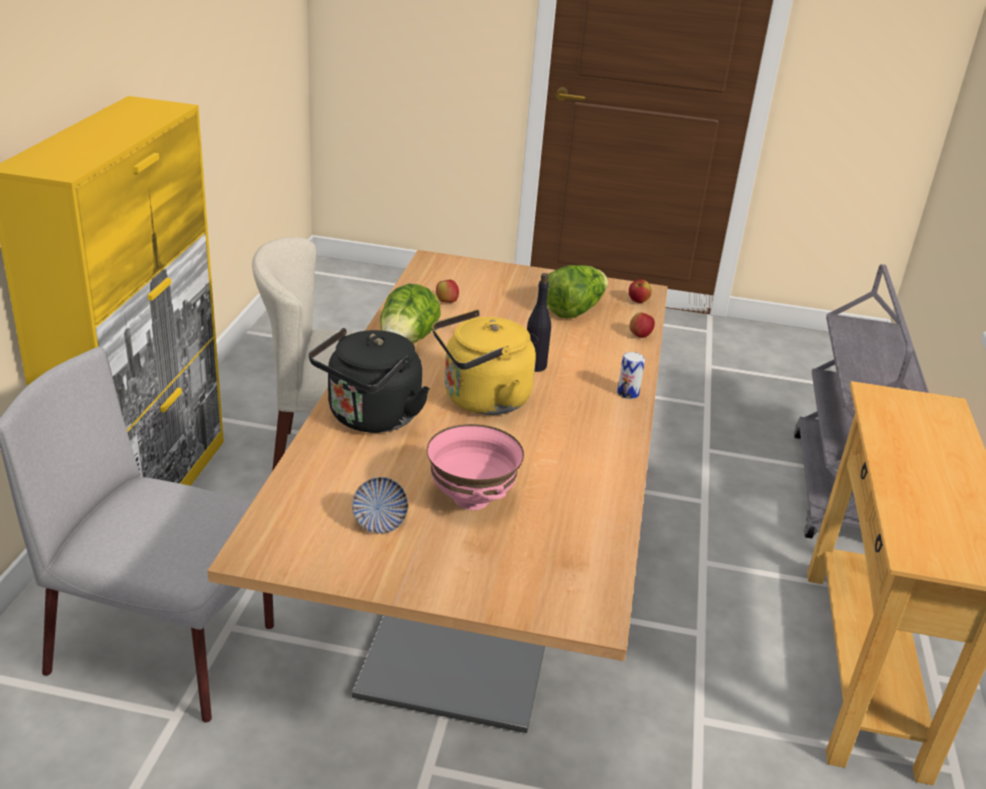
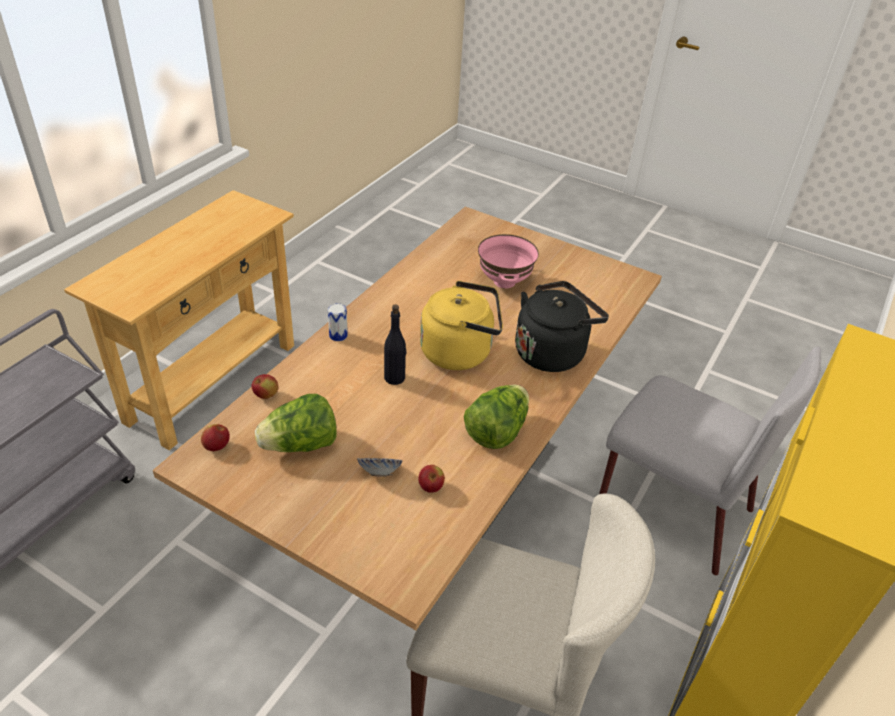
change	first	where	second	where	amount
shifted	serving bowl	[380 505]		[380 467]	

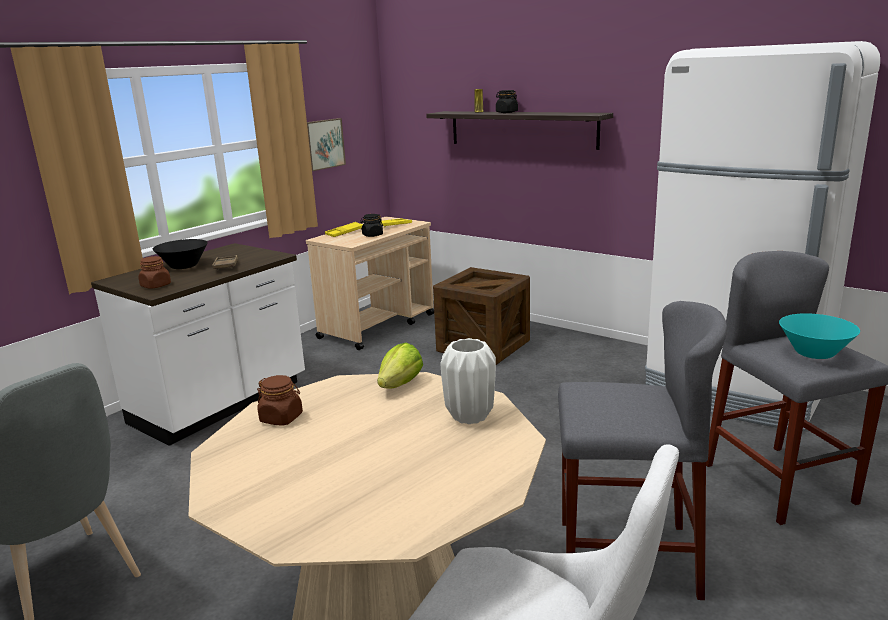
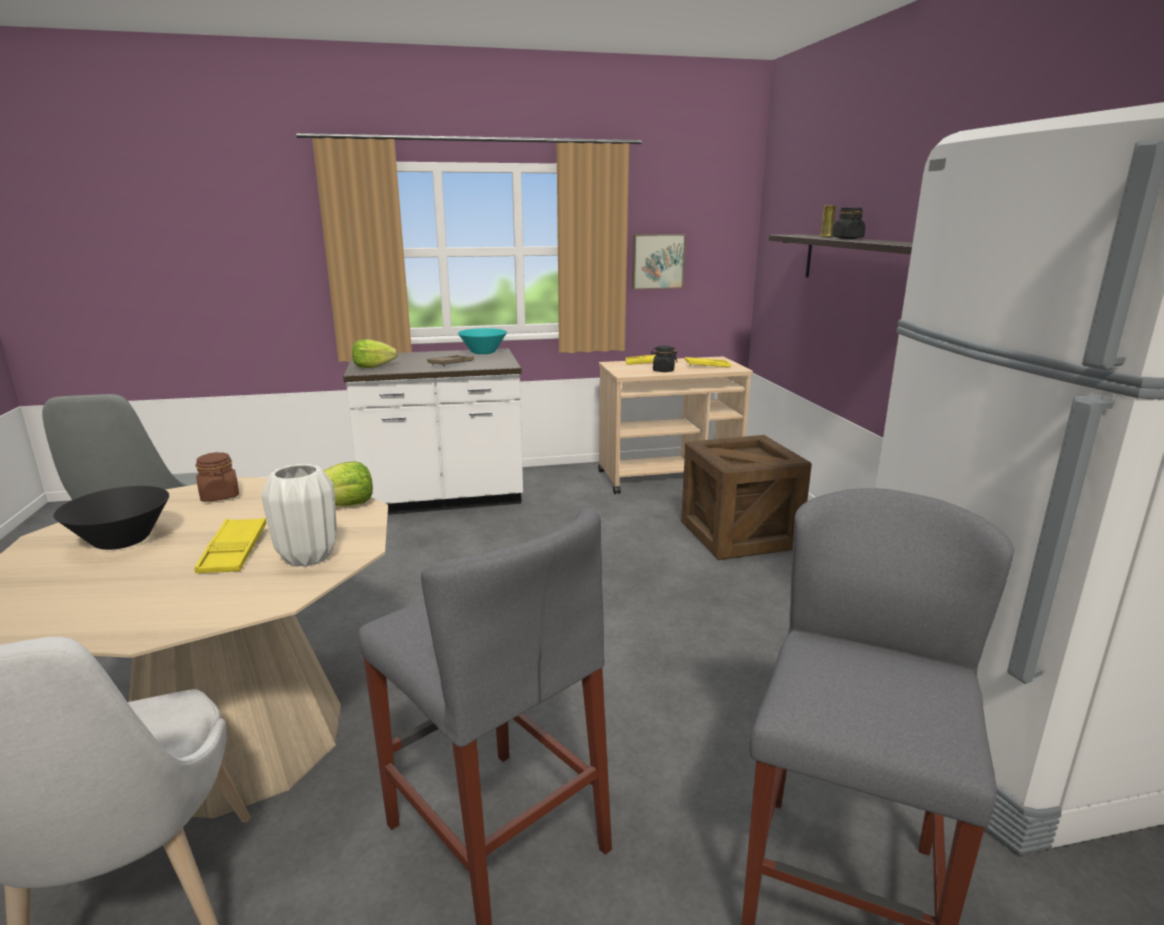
change	first	where	second	where	amount
shifted	black-coloured serving bowl	[180 254]		[111 518]	
new			yellow serving tray	[230 545]	
swapped	brown preserve jar	[154 272]	lettuce	[375 353]	
shifted	blue-green serving bowl	[819 336]		[482 341]	

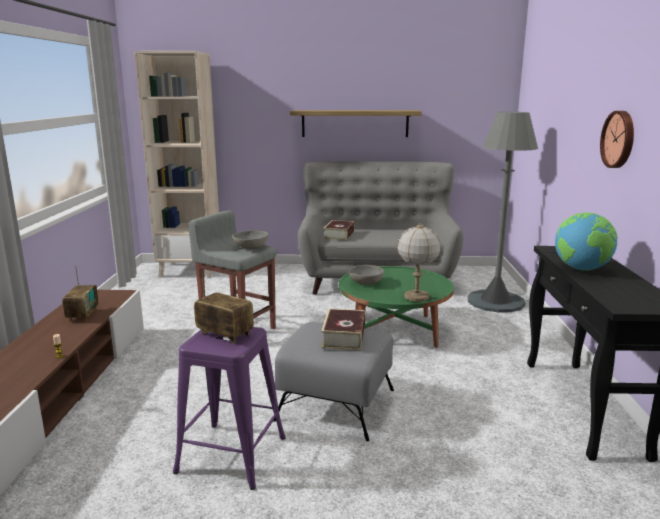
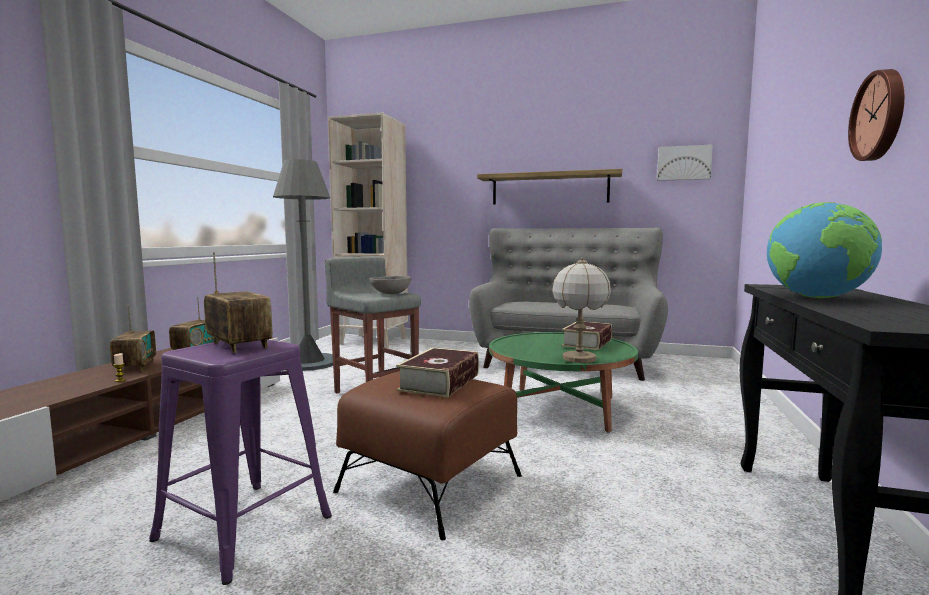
change	first	where	second	where	amount
new			radio set	[133 338]	
shifted	greyish standard lamp	[502 212]		[303 265]	
repainted	greyish footrest	[334 381]	brown footrest	[427 455]	
shifted	bound book	[338 230]		[586 335]	
new			picture	[685 162]	
gone	greyish serving bowl	[366 275]			

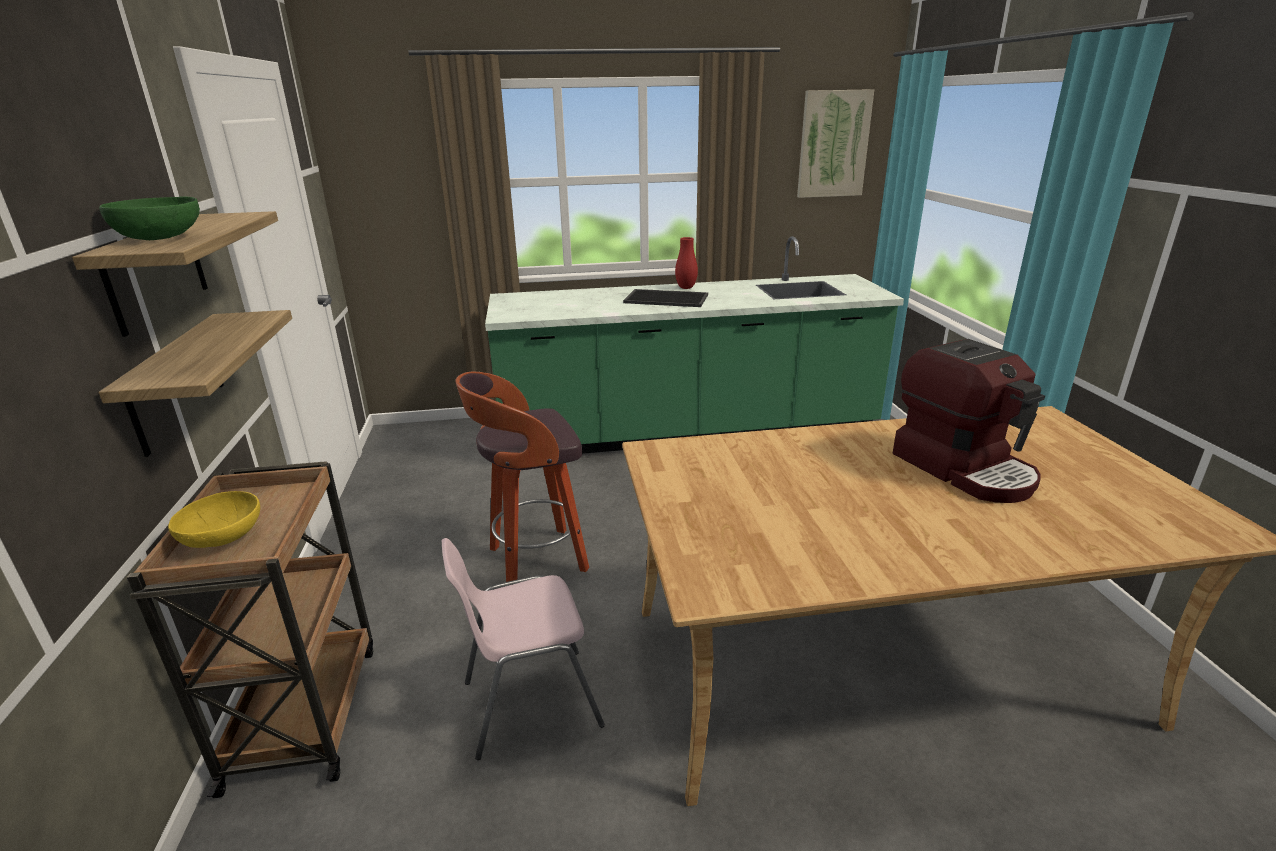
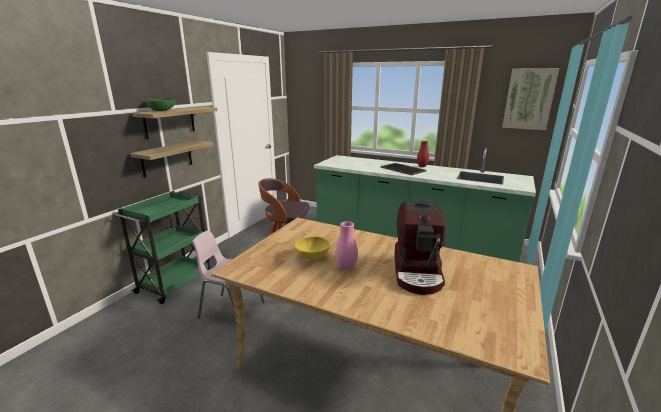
change	first	where	second	where	amount
repainted	brown wheeled cart	[250 629]	green-coloured wheeled cart	[162 247]	
shifted	yellow serving bowl	[214 519]		[312 248]	
new			pink-coloured vase	[346 245]	

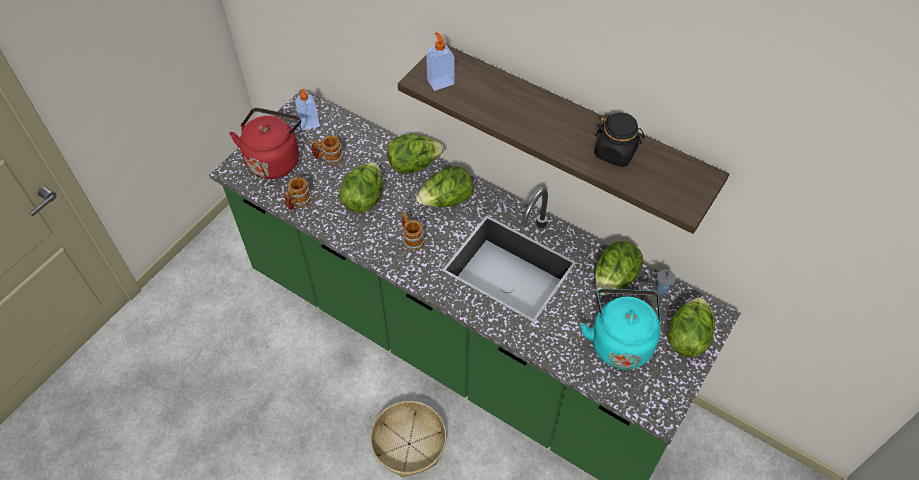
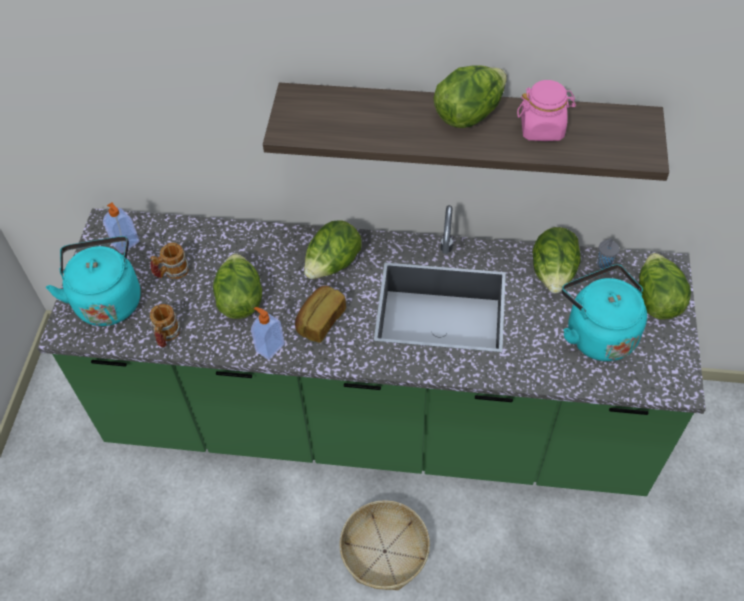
change	first	where	second	where	amount
repainted	red kettle	[265 143]	blue-green kettle	[93 281]	
shifted	soap bottle	[440 61]		[268 333]	
swapped	tea mug	[413 231]	baked bread	[320 314]	
shifted	lettuce	[415 154]		[470 96]	
repainted	black-coloured preserve jar	[619 140]	pink-coloured preserve jar	[546 110]	

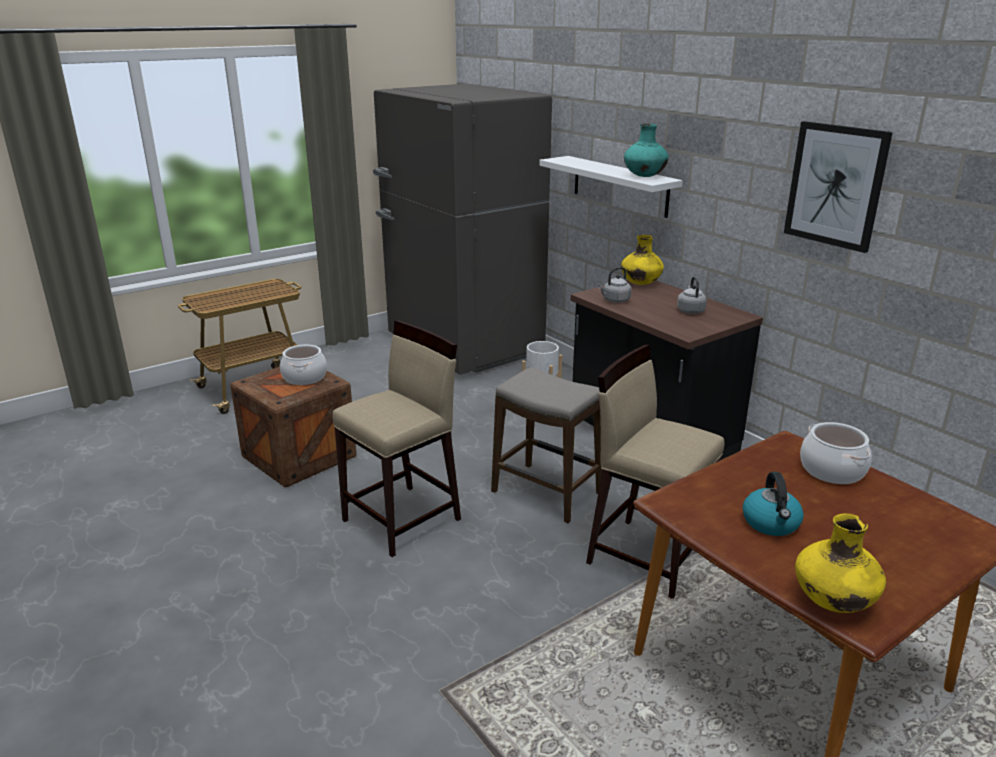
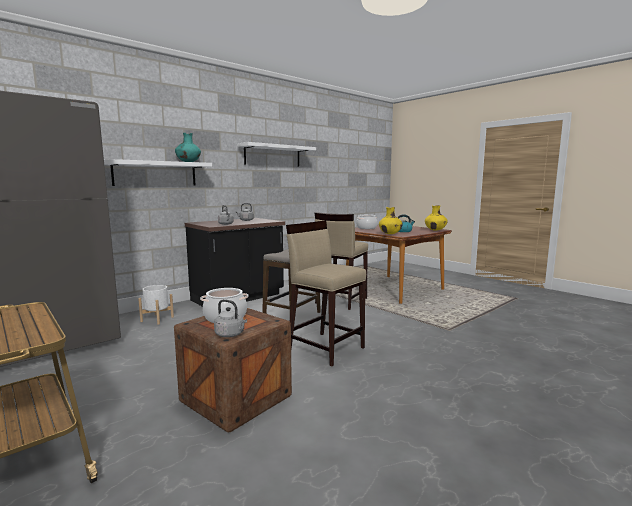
change	first	where	second	where	amount
new			greyish kettle	[230 318]	
swapped	picture	[838 187]	white-coloured bracket shelf	[276 154]	
shifted	yellow vase	[642 260]		[391 220]	

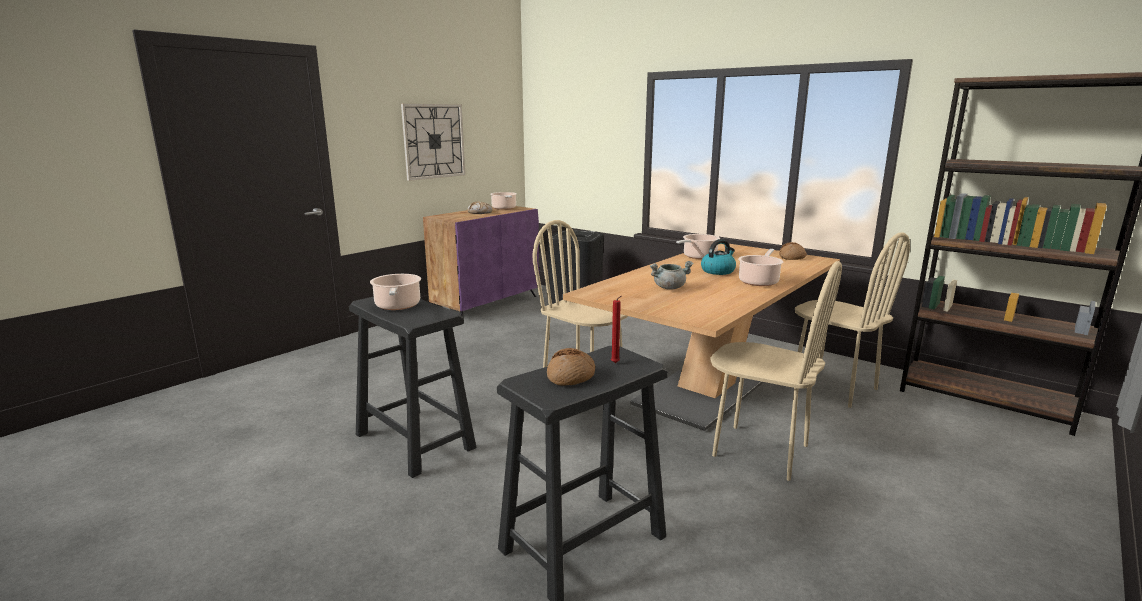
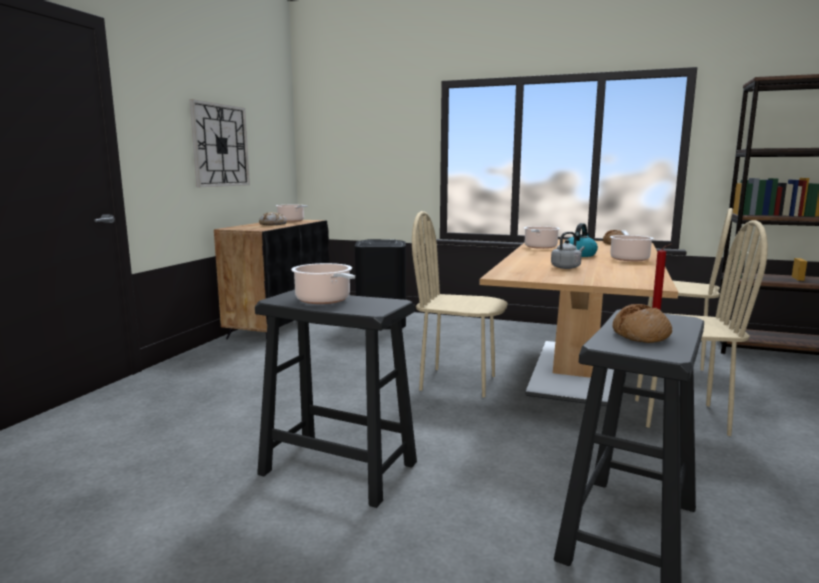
change	first	where	second	where	amount
repainted	purple-coloured storage cabinet	[481 261]	black-coloured storage cabinet	[271 279]	
swapped	greyish cooking pot	[672 275]	greyish kettle	[568 250]	

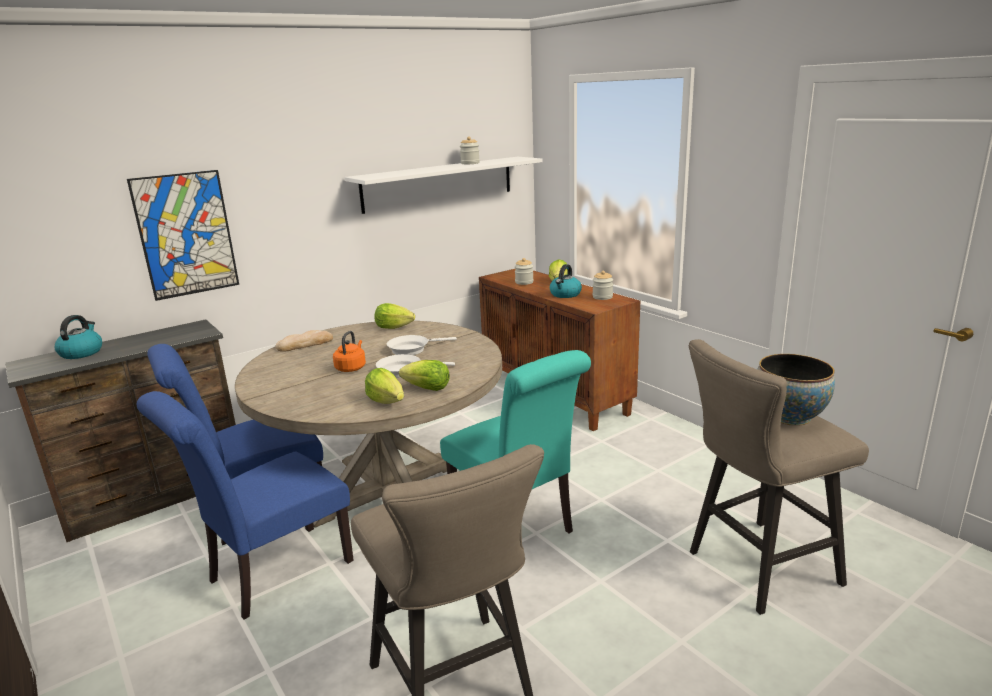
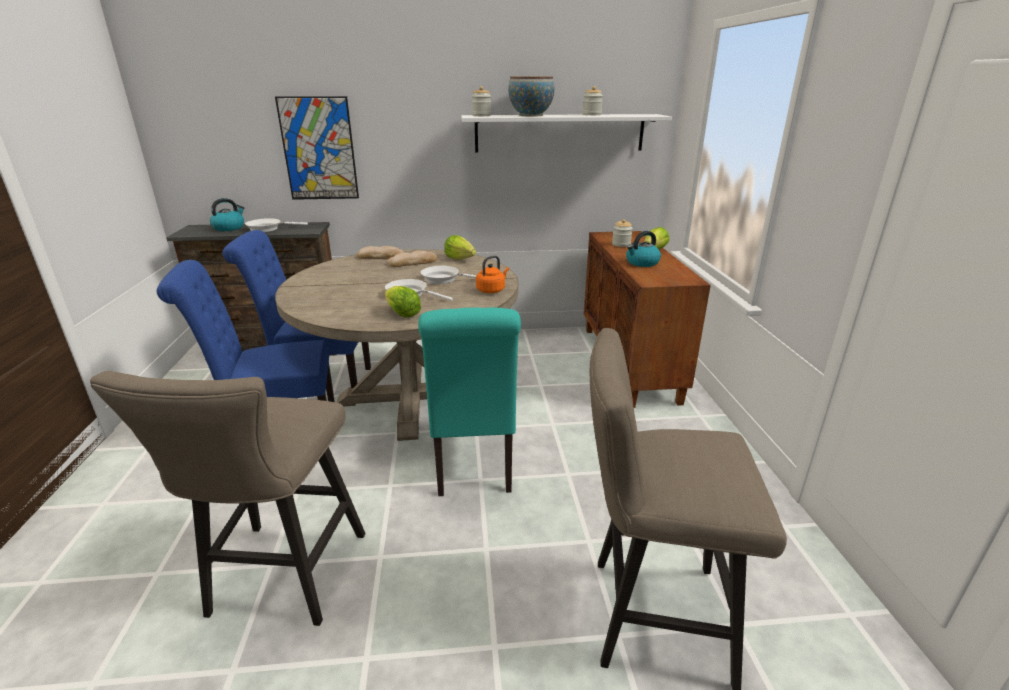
change	first	where	second	where	amount
new			white-coloured frying pan	[276 225]	
new			baked bread	[412 258]	
shifted	preserve jar	[603 285]		[481 101]	
shifted	orange kettle	[349 351]		[492 274]	
shifted	serving bowl	[796 390]		[531 97]	
gone	lettuce	[384 386]			

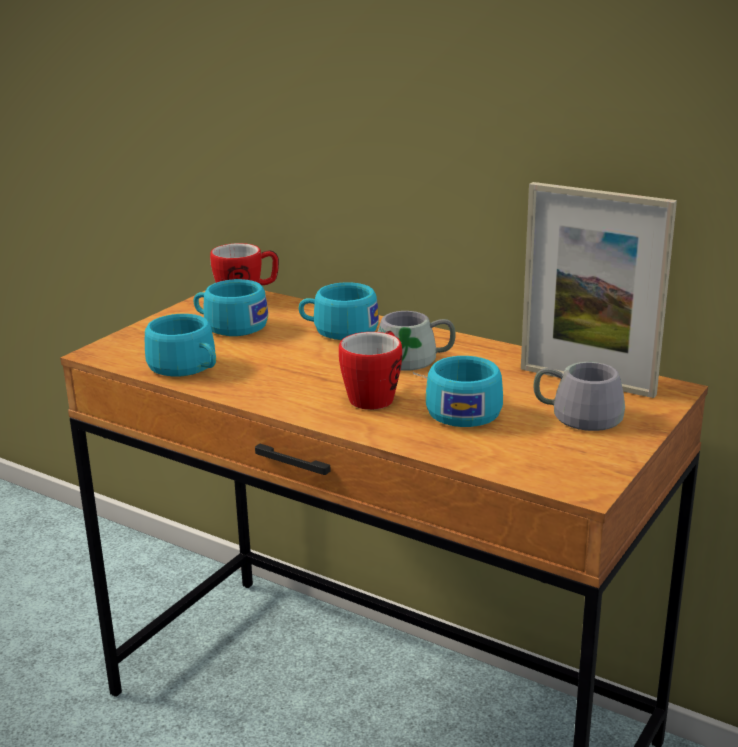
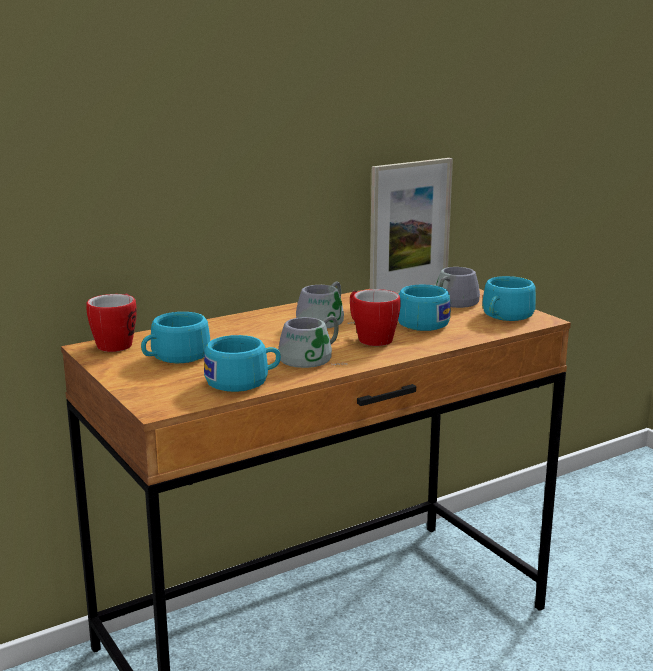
change	first	where	second	where	amount
new			greyish tea mug	[313 342]	
shifted	blue-green drinking cup	[339 311]		[509 298]	

